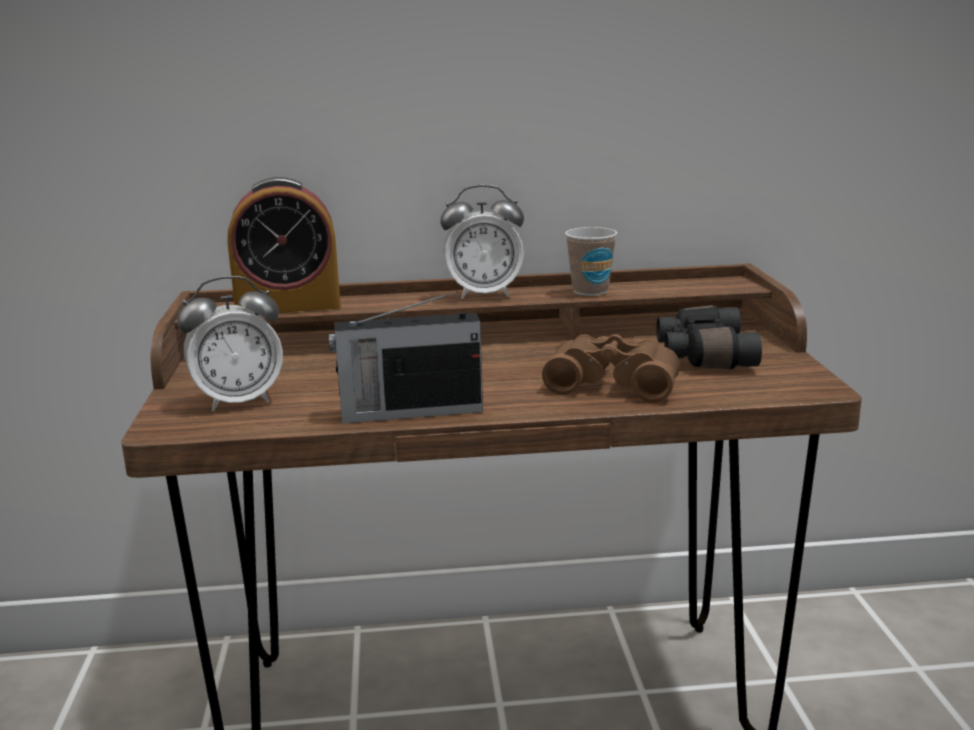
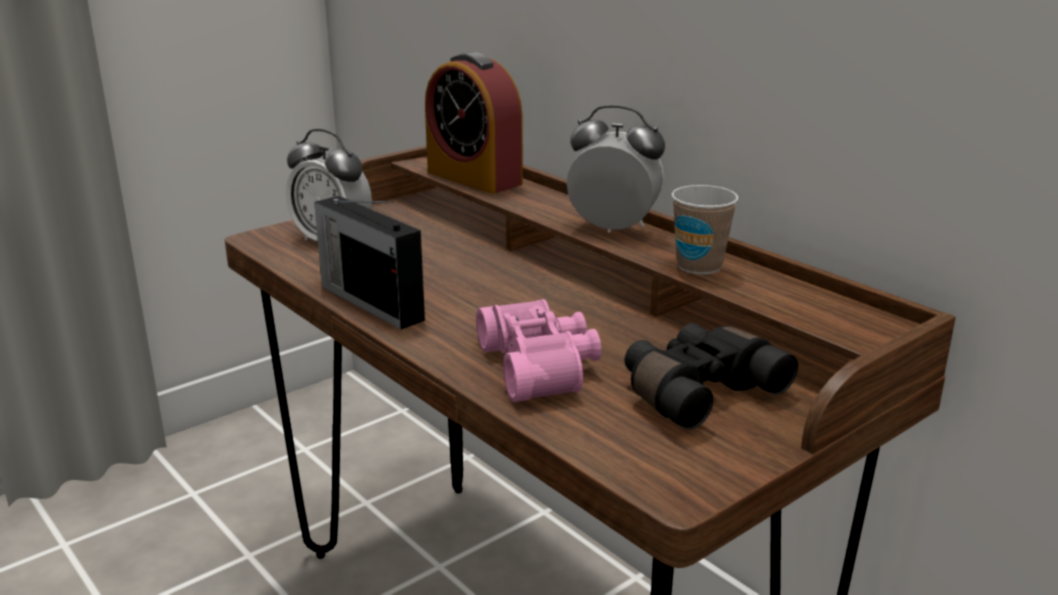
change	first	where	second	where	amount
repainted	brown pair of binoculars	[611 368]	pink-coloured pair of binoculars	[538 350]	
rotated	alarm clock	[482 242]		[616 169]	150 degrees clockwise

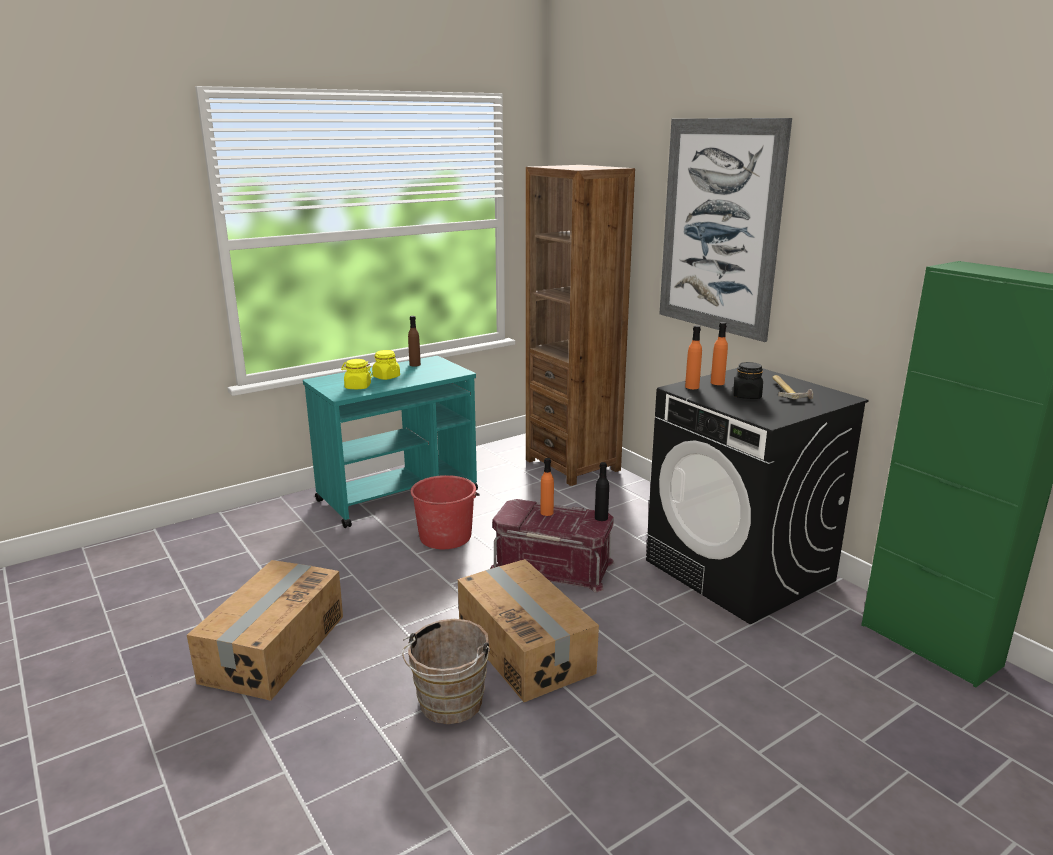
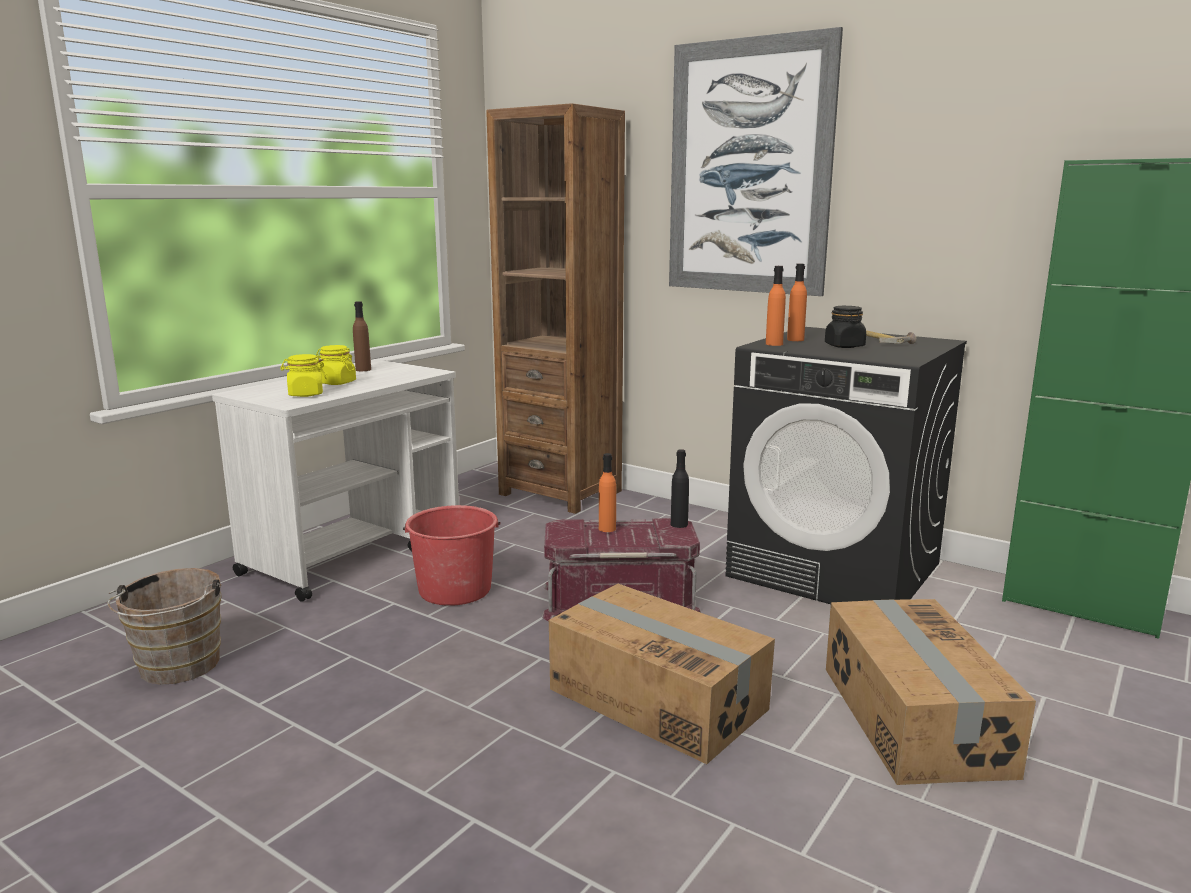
change	first	where	second	where	amount
shifted	brown bucket	[446 671]		[165 626]	
repainted	blue-green wheeled cart	[390 442]	white-coloured wheeled cart	[335 481]	
shifted	cardboard box	[265 630]		[931 692]	

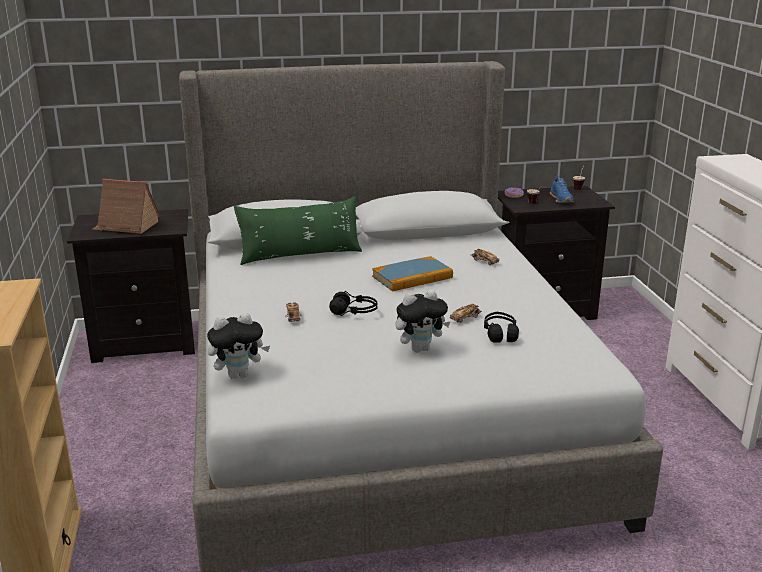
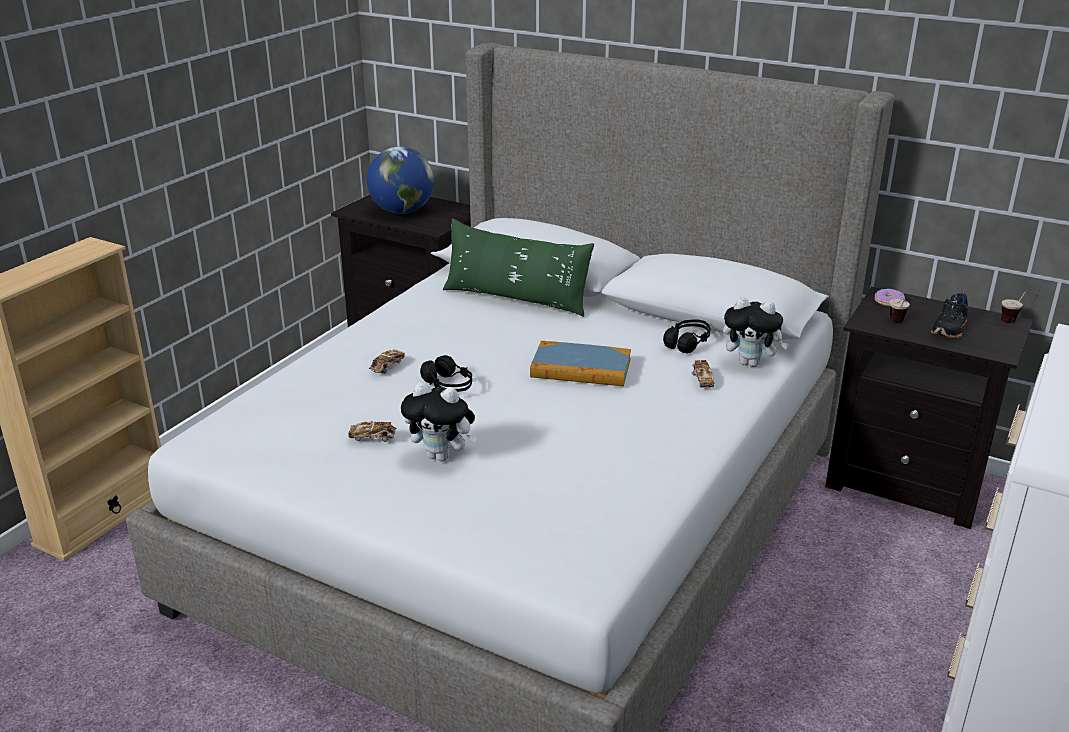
change	first	where	second	where	amount
shifted	model car	[466 313]		[372 431]	
swapped	model house	[126 206]	globe	[400 180]	
shifted	black-coloured pair of headphones	[501 327]		[687 336]	
shifted	plush toy	[238 345]		[756 332]	
repainted	blue shoe	[562 189]	black-coloured shoe	[949 313]	

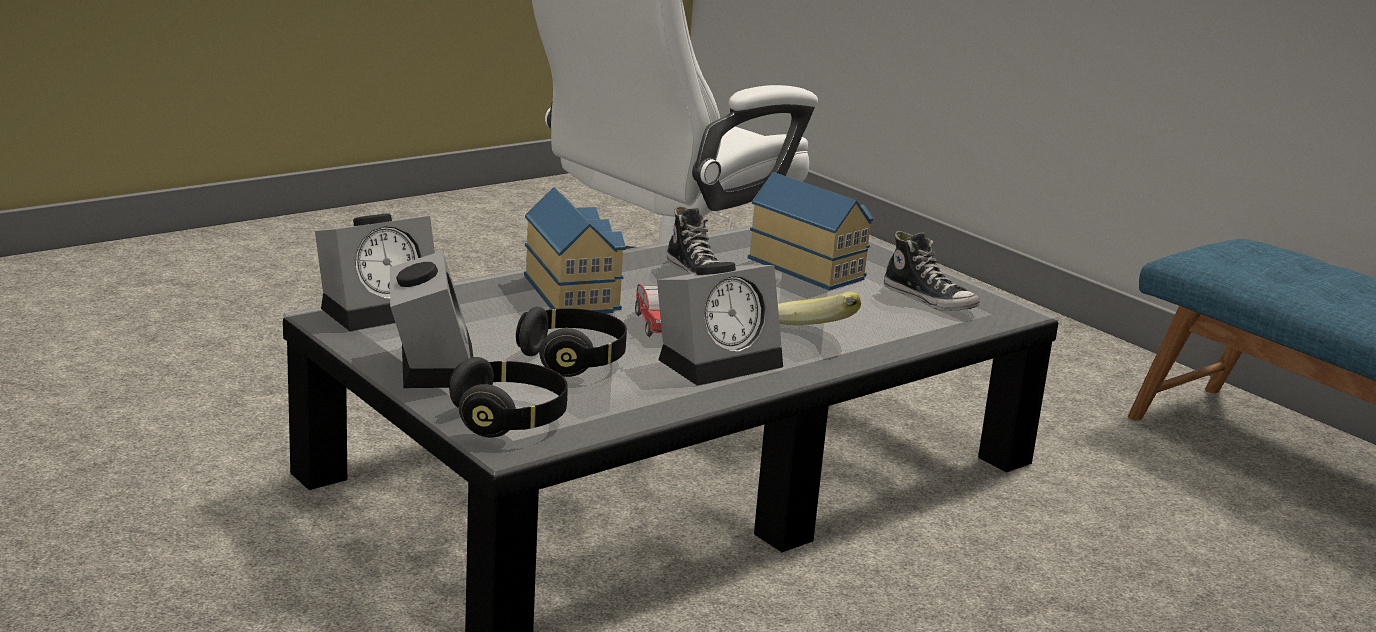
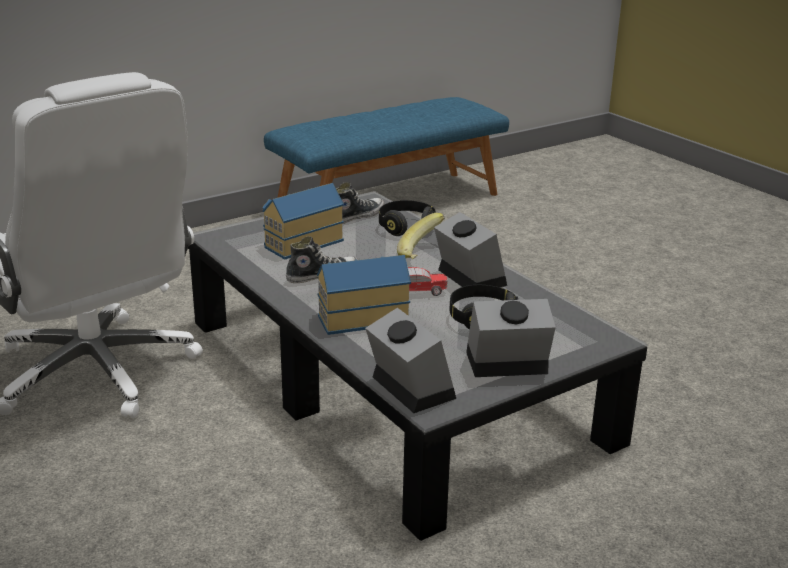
change	first	where	second	where	amount
shifted	black-coloured pair of headphones	[508 397]		[407 218]	

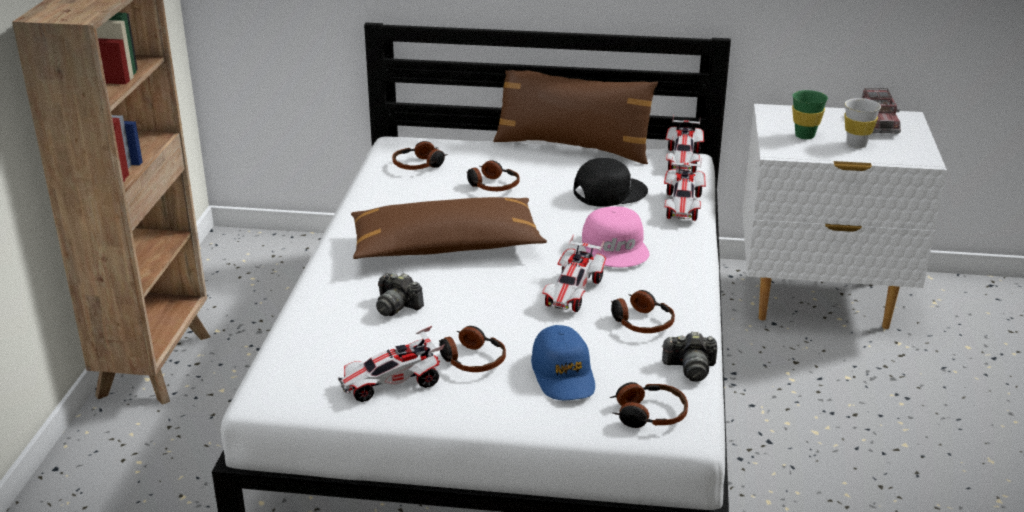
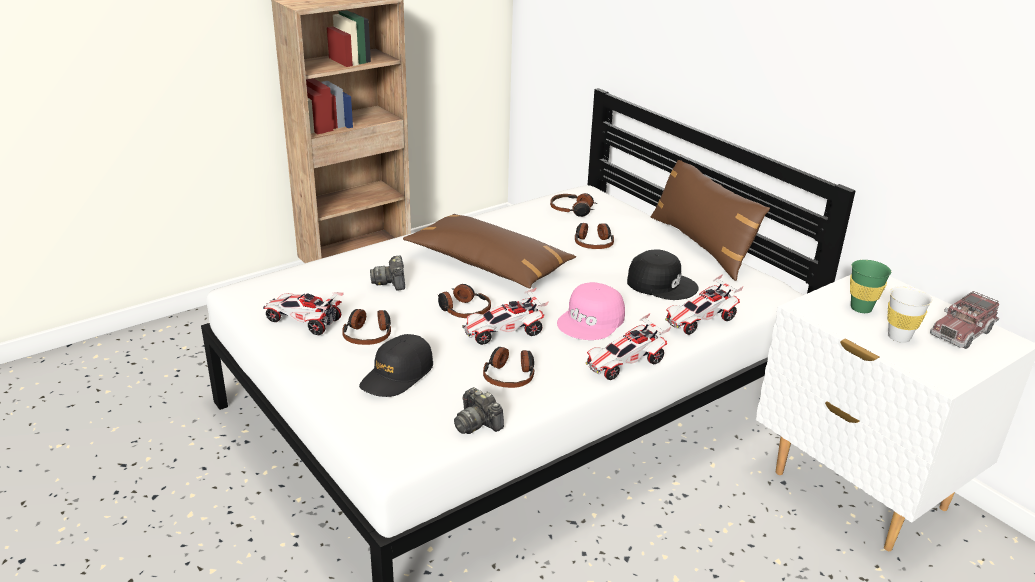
change	first	where	second	where	amount
repainted	blue peaked cap	[563 362]	black-coloured peaked cap	[396 365]	
shifted	pair of headphones	[649 405]		[464 301]	
shifted	model car	[685 144]		[628 346]	

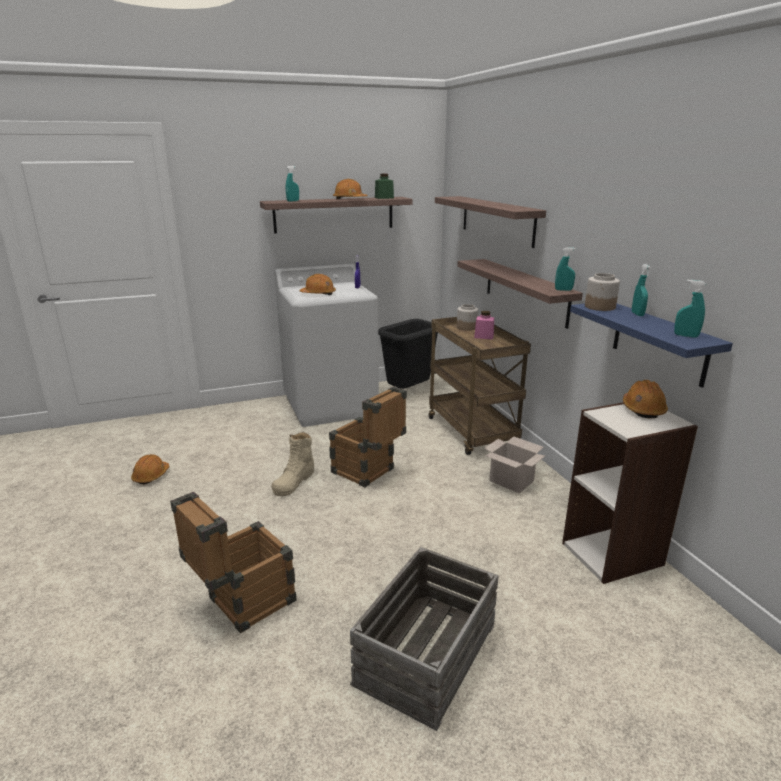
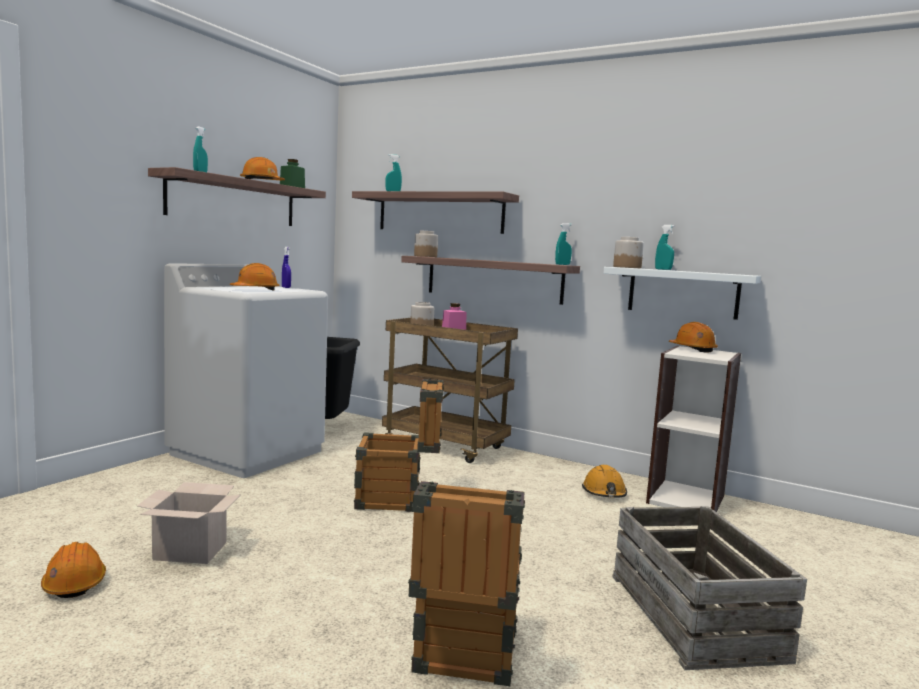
change	first	where	second	where	amount
shifted	cardboard box	[514 464]		[189 523]	
shifted	blue-green hand sprayer	[690 309]		[393 172]	
new			preserve jar	[426 244]	
new			orange safety helmet	[604 481]	
repainted	blue bracket shelf	[651 346]	white-coloured bracket shelf	[682 293]	
gone	sand-coloured high-top boot	[292 464]			

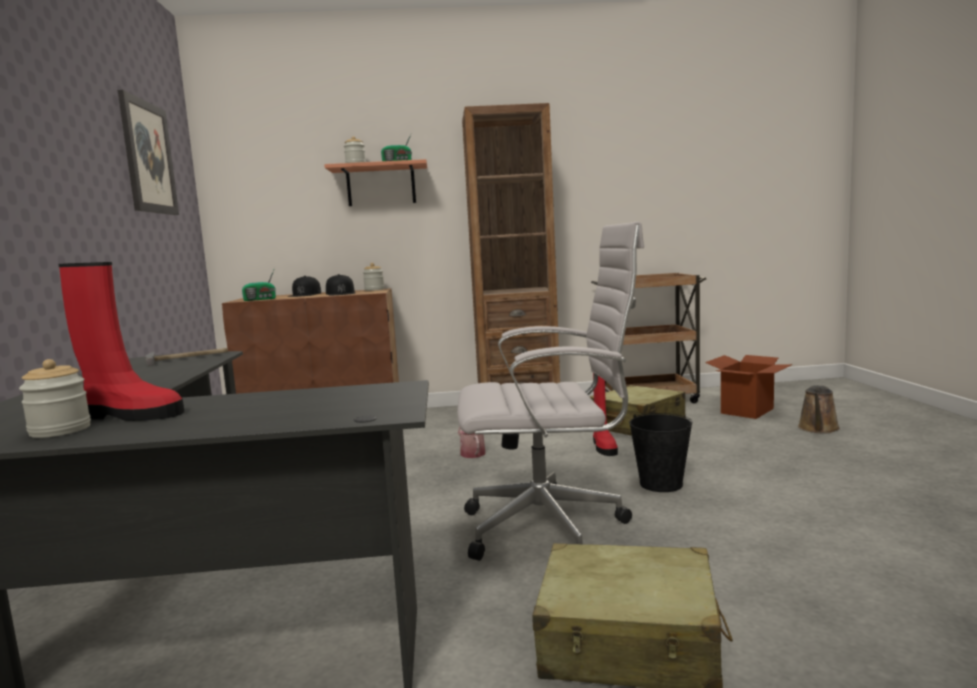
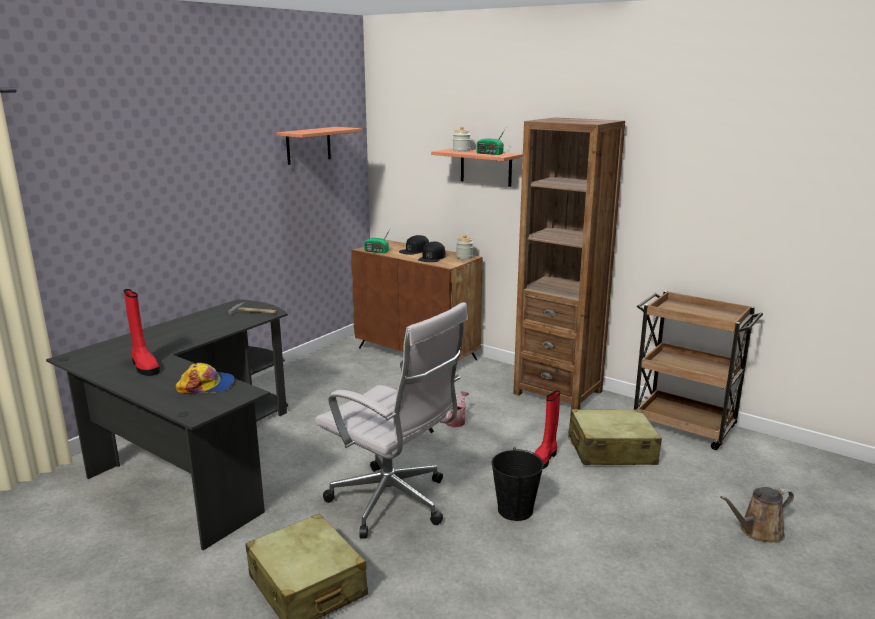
change	first	where	second	where	amount
new			peaked cap	[205 378]	
swapped	picture	[148 152]	bracket shelf	[319 146]	
gone	preserve jar	[55 398]			
gone	cardboard box	[748 387]			

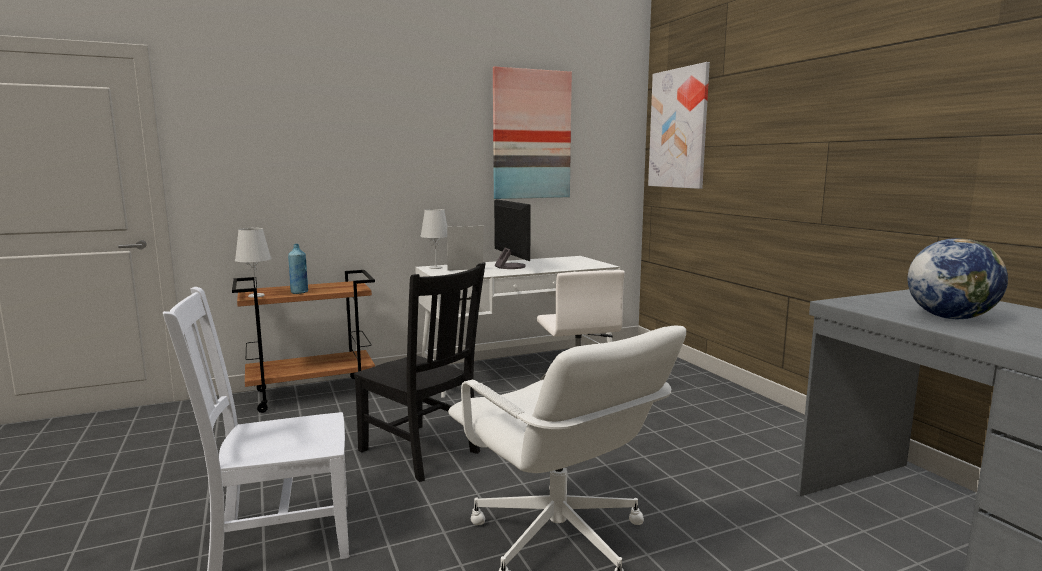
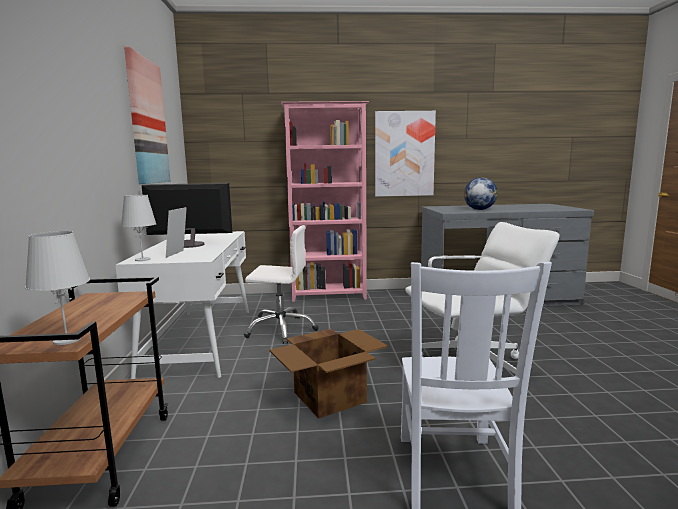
change	first	where	second	where	amount
swapped	black-coloured chair	[419 372]	cardboard box	[328 373]	
new			pink-coloured bookcase	[325 201]	
shifted	picture	[679 125]		[405 154]	
gone	blue beverage bottle	[298 269]			

